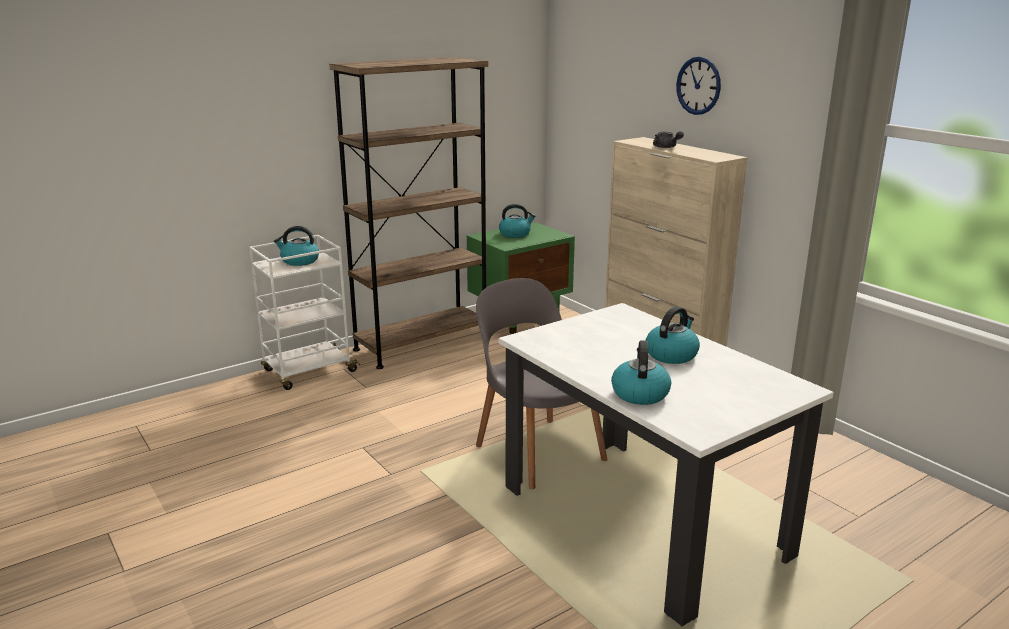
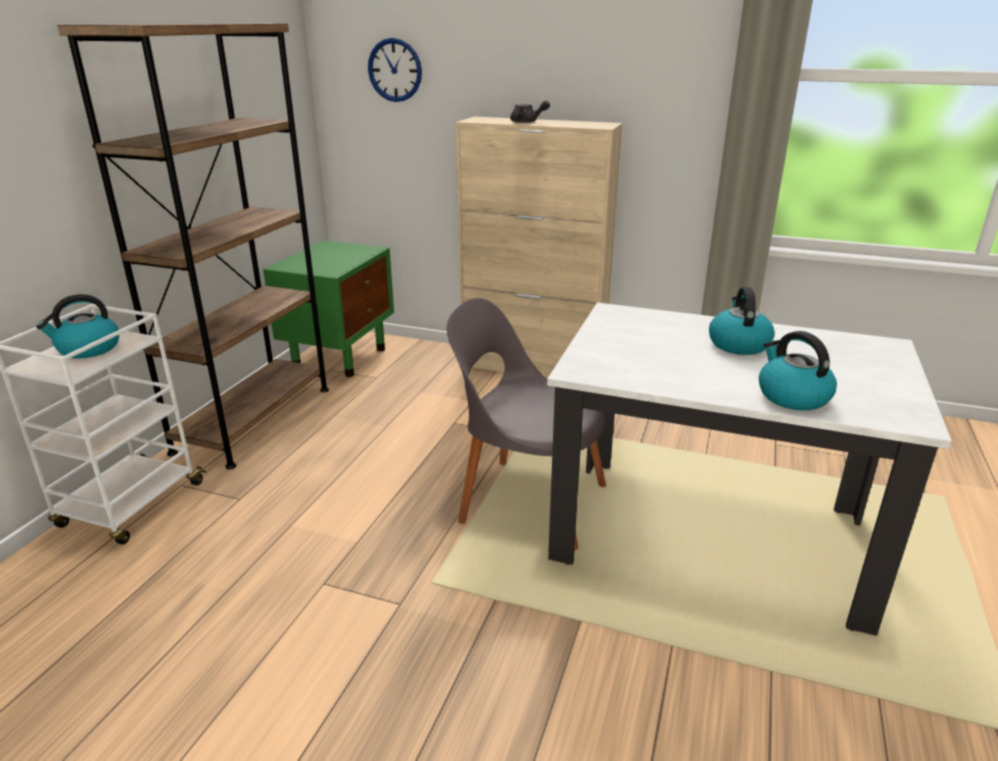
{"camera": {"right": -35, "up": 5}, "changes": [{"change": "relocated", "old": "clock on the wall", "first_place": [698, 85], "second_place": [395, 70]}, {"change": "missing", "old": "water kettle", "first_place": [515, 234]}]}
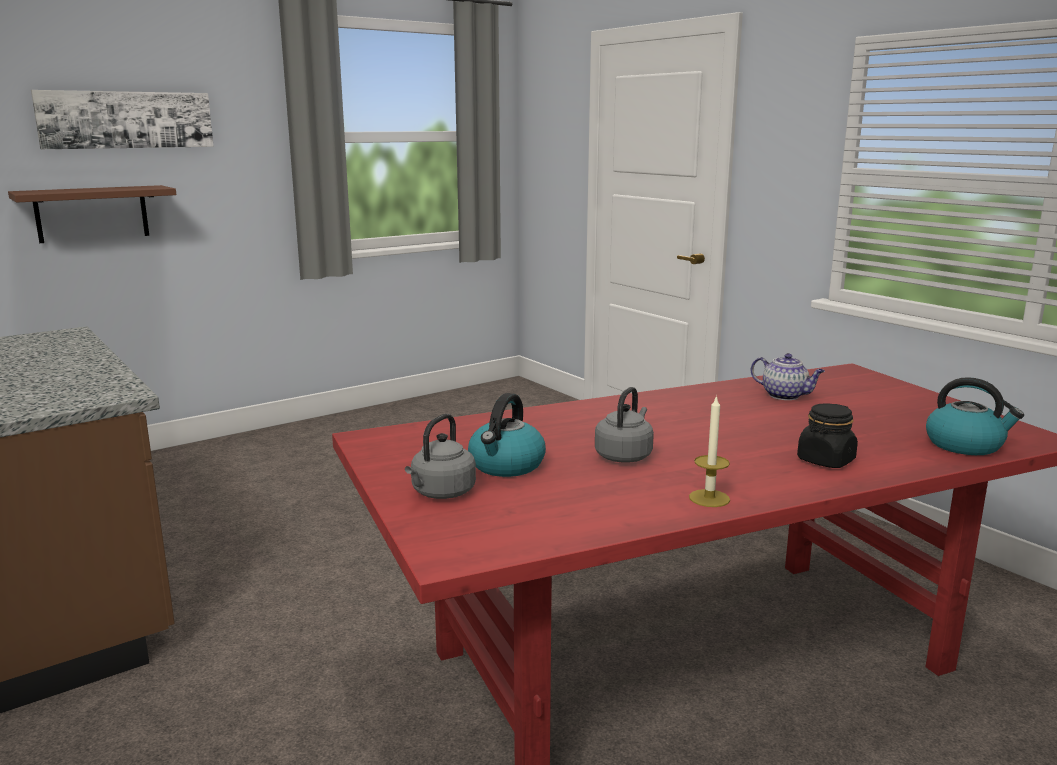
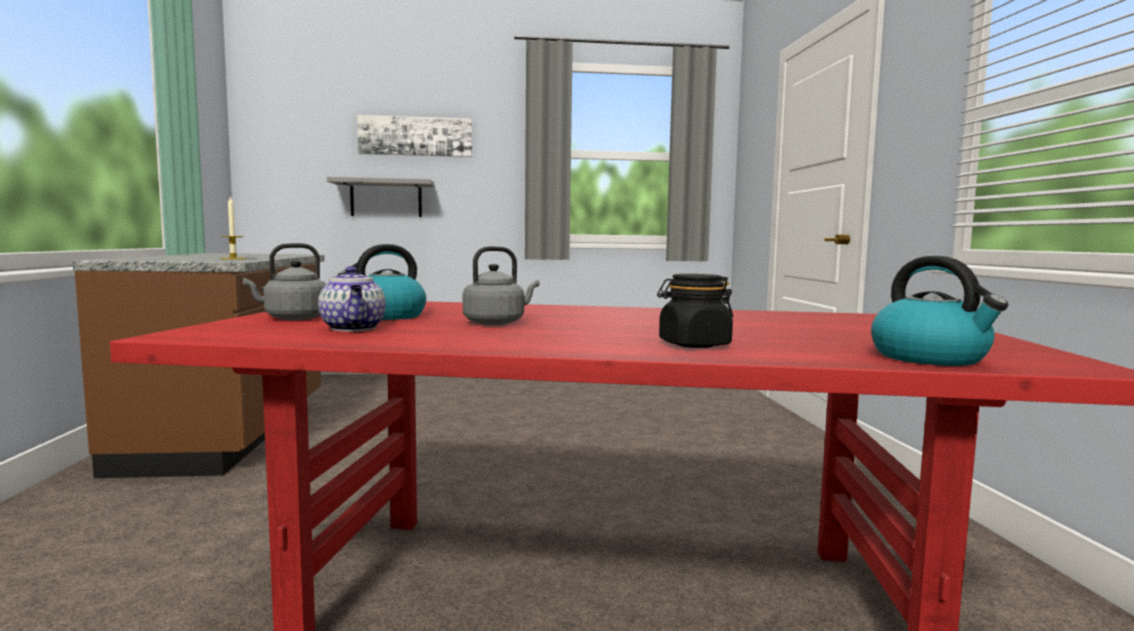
{"camera": {"right": 30, "up": -10}, "changes": [{"change": "colour", "old": "brownish shelf", "new": "grey shelf", "first_place": [92, 213], "second_place": [386, 198]}, {"change": "relocated", "old": "teapot", "first_place": [785, 396], "second_place": [354, 328]}, {"change": "relocated", "old": "wax candle", "first_place": [709, 498], "second_place": [233, 258]}]}
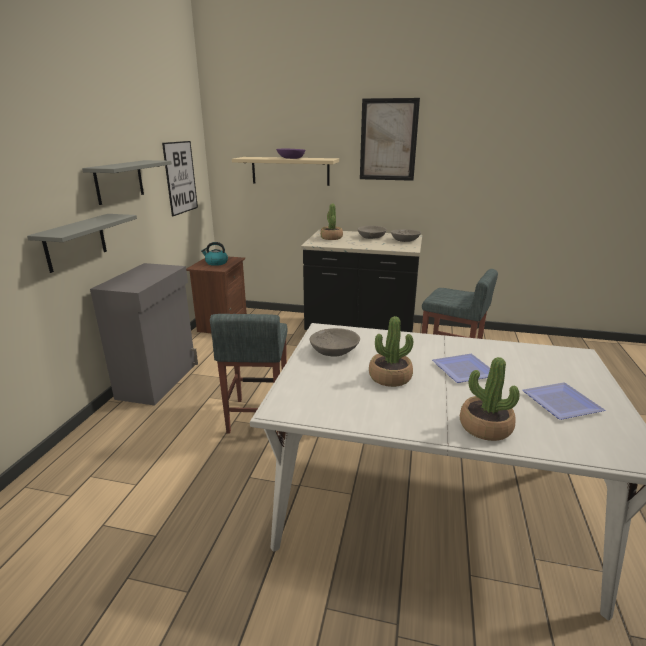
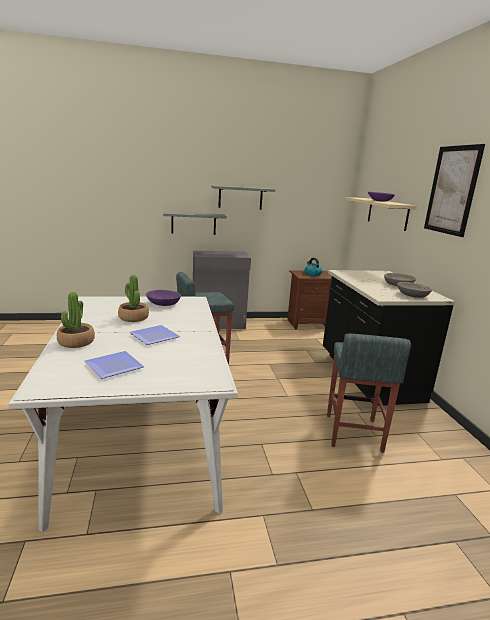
{"camera": {"right": 65, "up": -5}, "changes": [{"change": "missing", "old": "picture", "first_place": [180, 177]}, {"change": "missing", "old": "houseplant", "first_place": [331, 238]}, {"change": "colour", "old": "grey serving bowl", "new": "purple-coloured serving bowl", "first_place": [334, 351], "second_place": [163, 304]}]}
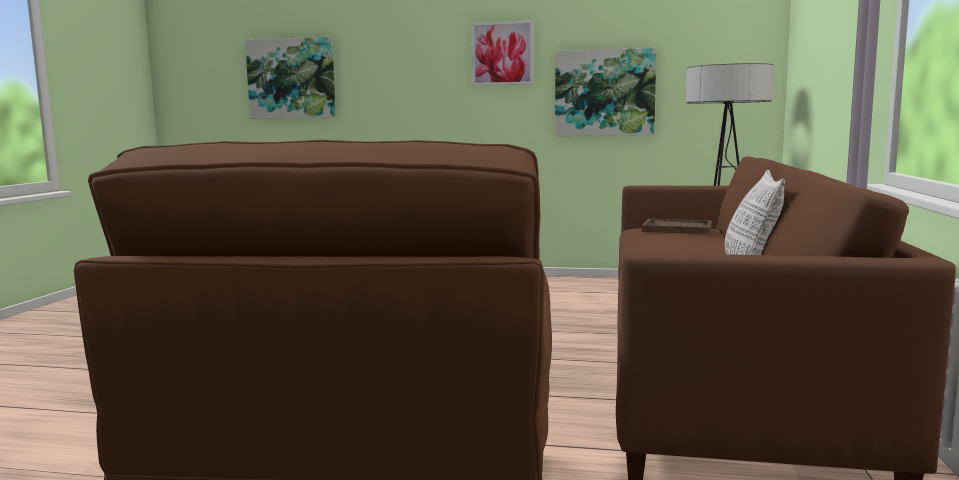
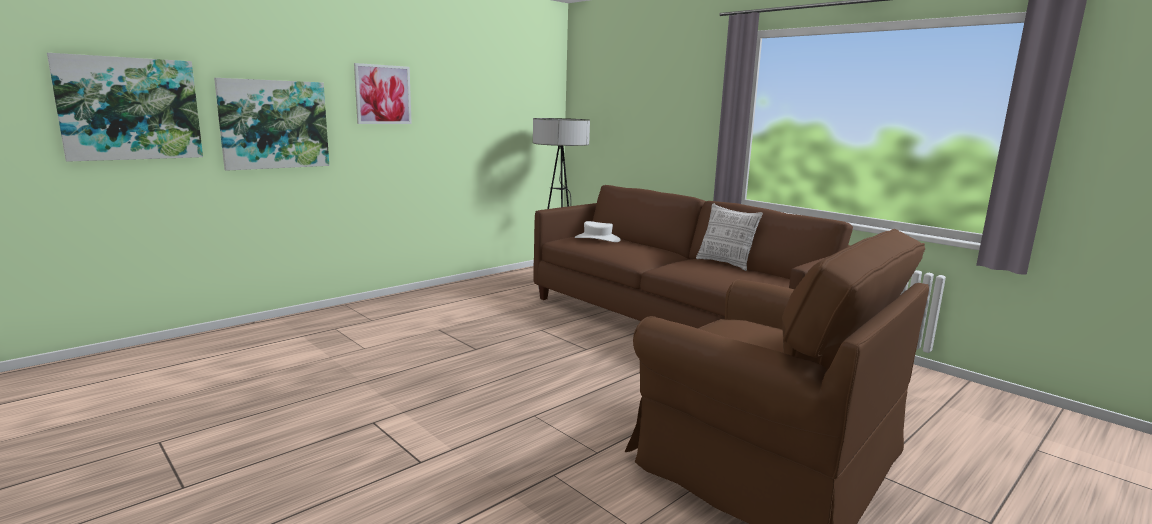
{"camera": {"right": -55, "up": 5}, "changes": [{"change": "relocated", "old": "picture", "first_place": [604, 93], "second_place": [274, 124]}, {"change": "exchanged", "old": "brownish carrying tray", "new": "whitish clothing hat", "first_place": [677, 229], "second_place": [597, 239]}]}
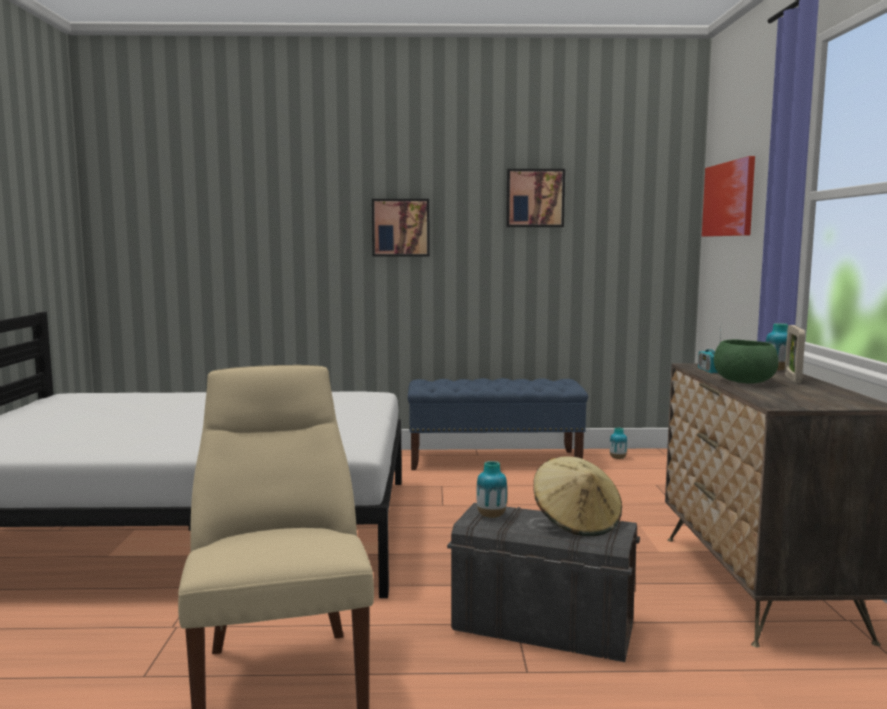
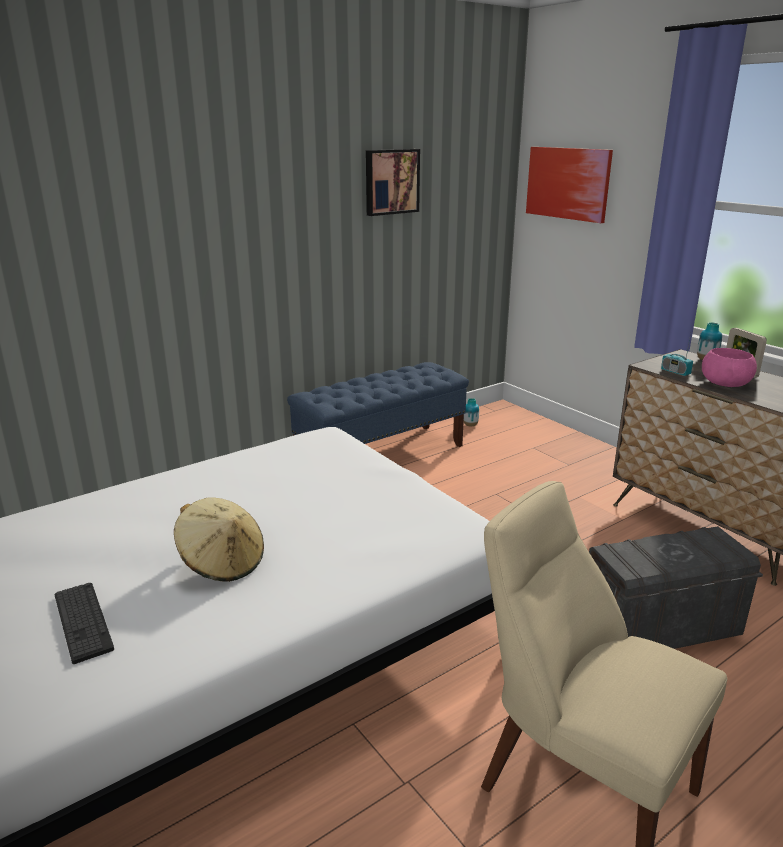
{"camera": {"right": -35, "up": 15}, "changes": [{"change": "missing", "old": "picture", "first_place": [401, 227]}, {"change": "colour", "old": "green-coloured serving bowl", "new": "pink-coloured serving bowl", "first_place": [745, 381], "second_place": [726, 383]}, {"change": "relocated", "old": "sand-coloured clothing hat", "first_place": [576, 523], "second_place": [222, 562]}, {"change": "missing", "old": "flower vase", "first_place": [491, 516]}, {"change": "appeared", "new": "PC keyboard", "second_place": [83, 622]}]}
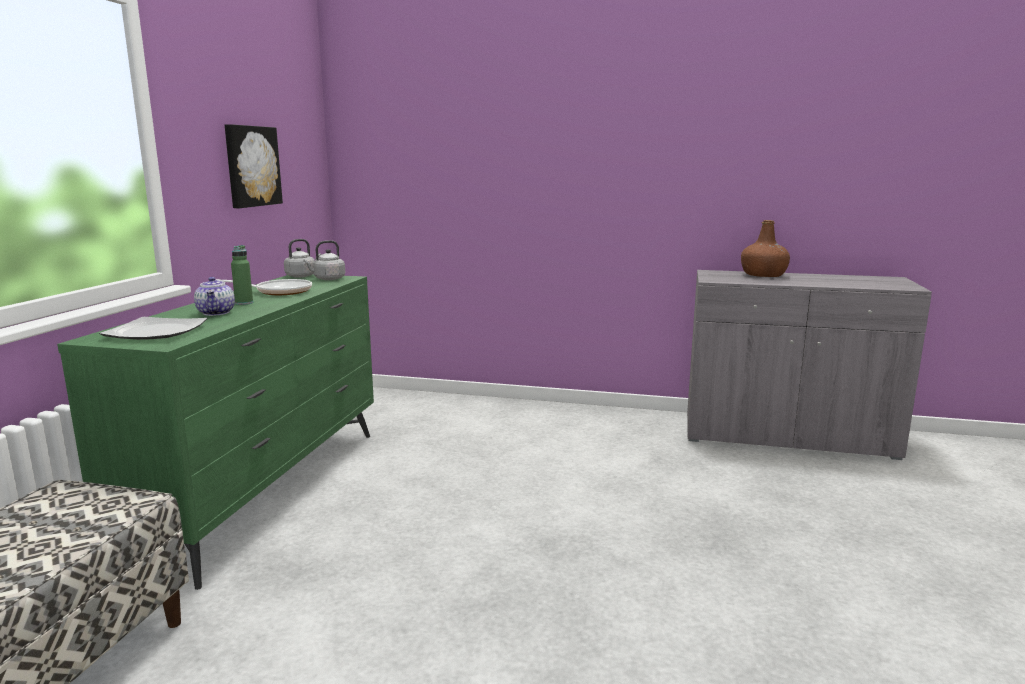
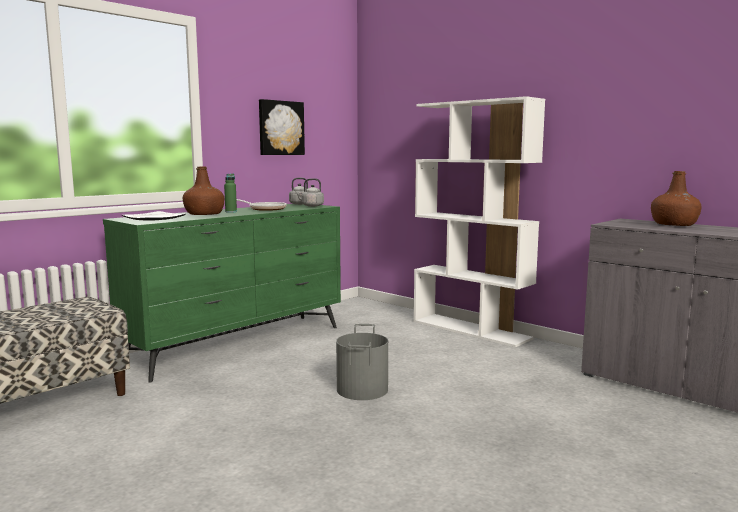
{"camera": {"right": 30, "up": -5}, "changes": [{"change": "exchanged", "old": "teapot", "new": "brownish drink bottle", "first_place": [216, 313], "second_place": [204, 214]}, {"change": "appeared", "new": "whitish bookcase", "second_place": [471, 330]}, {"change": "appeared", "new": "grey water bucket", "second_place": [363, 389]}]}
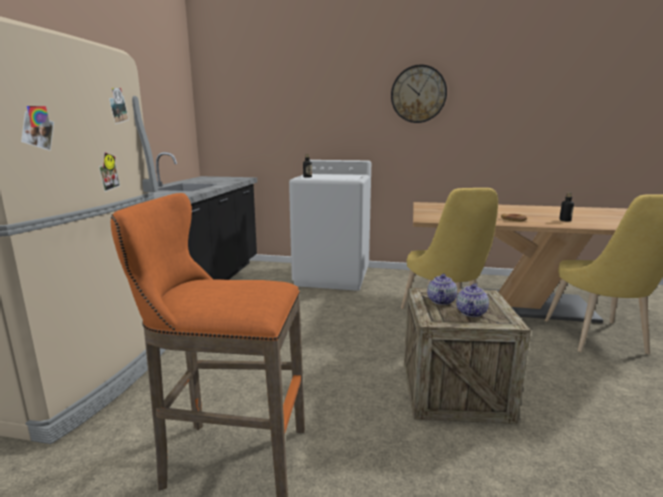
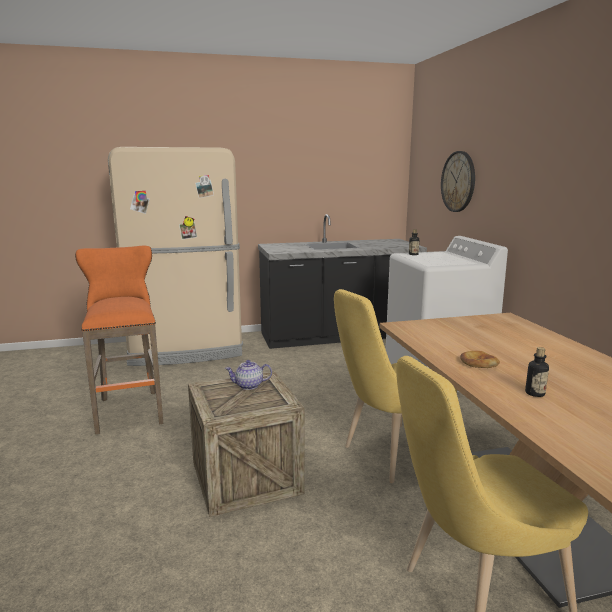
{"camera": {"right": 65, "up": 0}, "changes": [{"change": "relocated", "old": "clock on the wall", "first_place": [418, 94], "second_place": [458, 181]}, {"change": "missing", "old": "teapot", "first_place": [471, 313]}]}
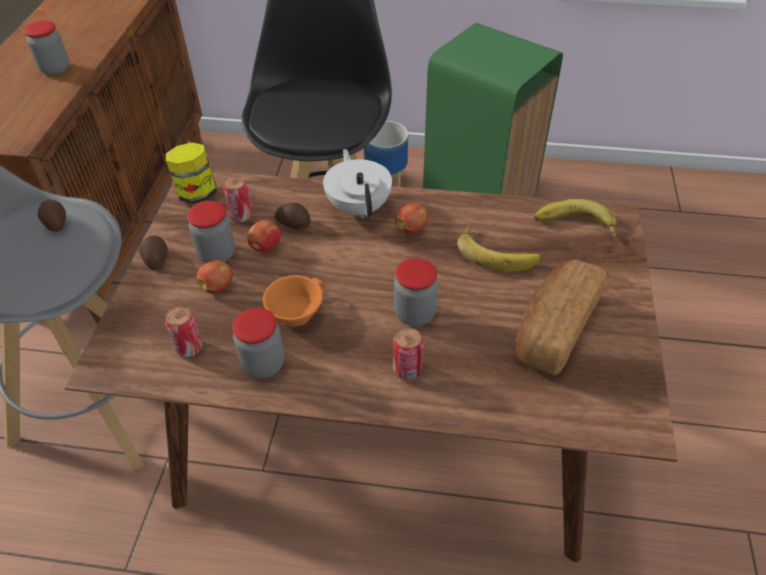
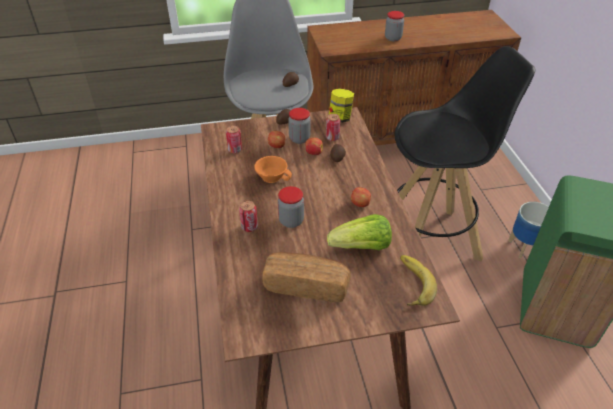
{"camera": {"right": 70, "up": -5}, "changes": [{"change": "missing", "old": "whitish teapot", "first_place": [359, 207]}, {"change": "exchanged", "old": "whole banana", "new": "lettuce", "first_place": [497, 251], "second_place": [362, 247]}, {"change": "missing", "old": "storage jar", "first_place": [263, 364]}]}
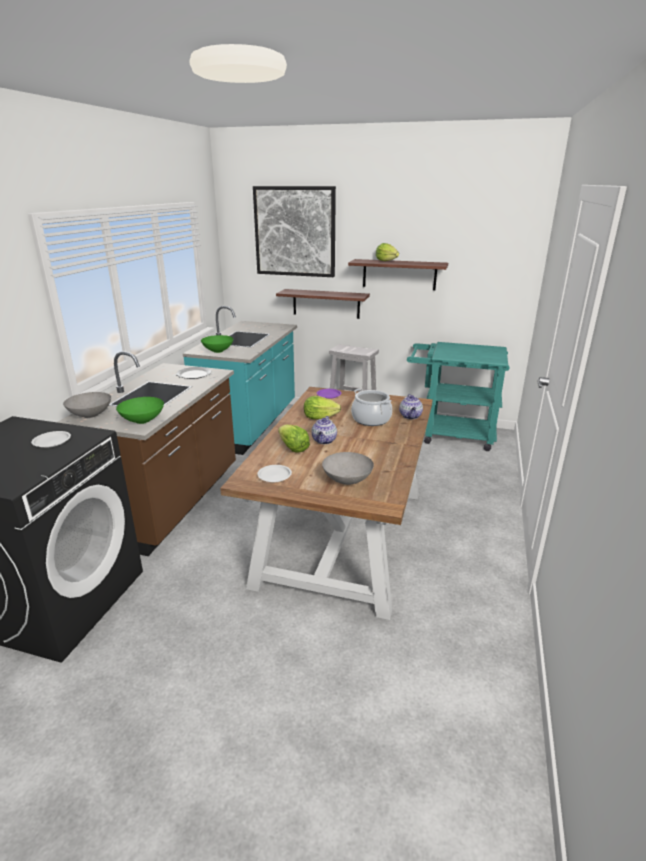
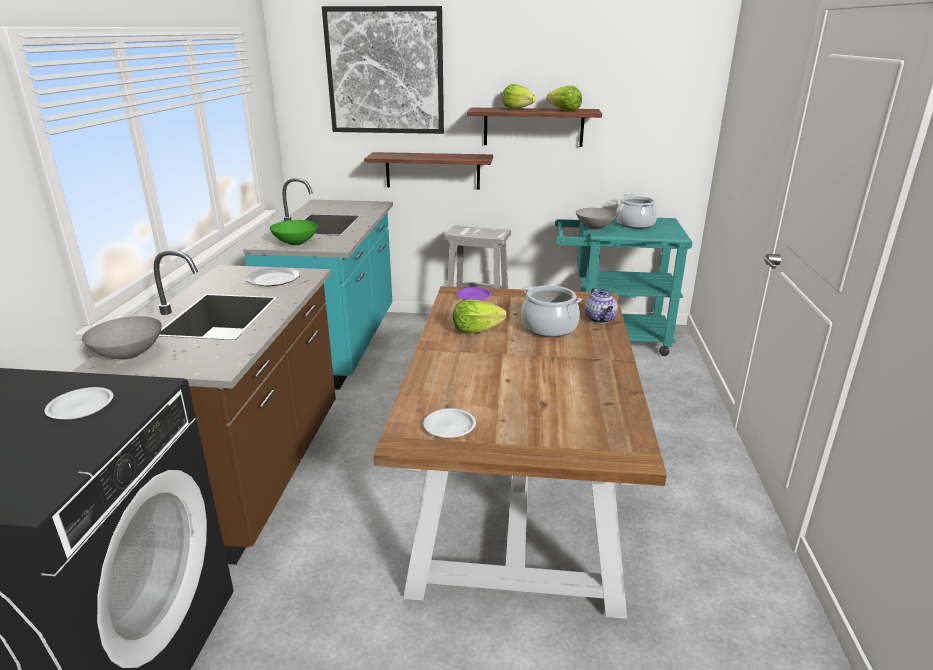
{"camera": {"right": -10, "up": 0}, "changes": [{"change": "missing", "old": "green-coloured serving bowl", "first_place": [143, 421]}, {"change": "missing", "old": "teapot", "first_place": [324, 441]}, {"change": "relocated", "old": "lettuce", "first_place": [293, 448], "second_place": [564, 110]}, {"change": "relocated", "old": "grey serving bowl", "first_place": [346, 481], "second_place": [594, 228]}, {"change": "appeared", "new": "saucepot", "second_place": [635, 224]}]}
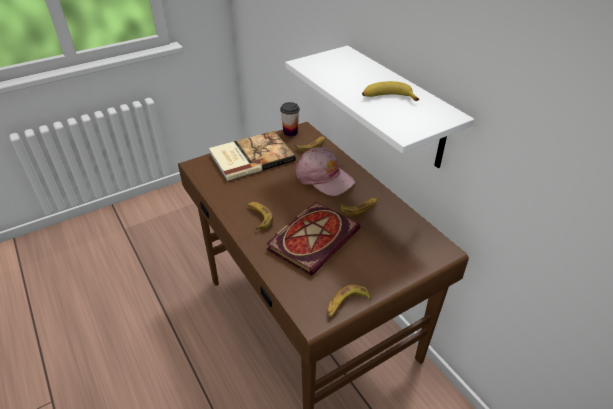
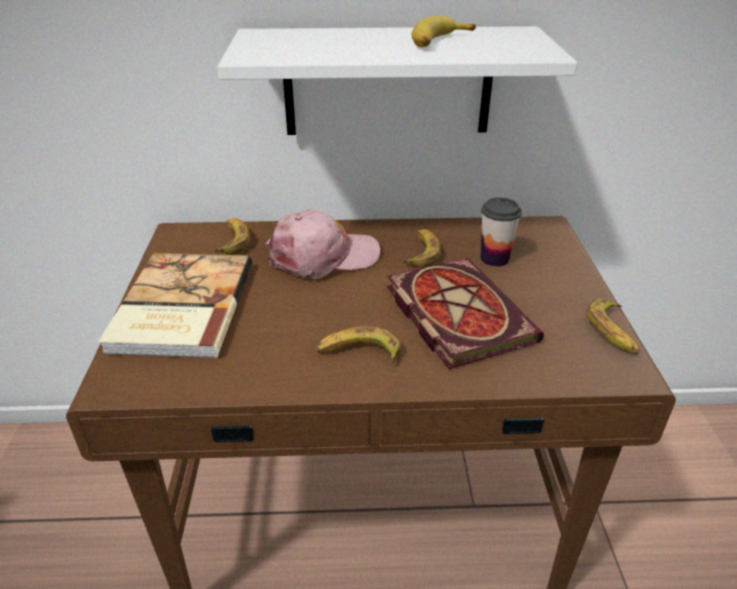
{"camera": {"right": -60, "up": -5}, "changes": [{"change": "relocated", "old": "cup", "first_place": [290, 132], "second_place": [494, 258]}]}
